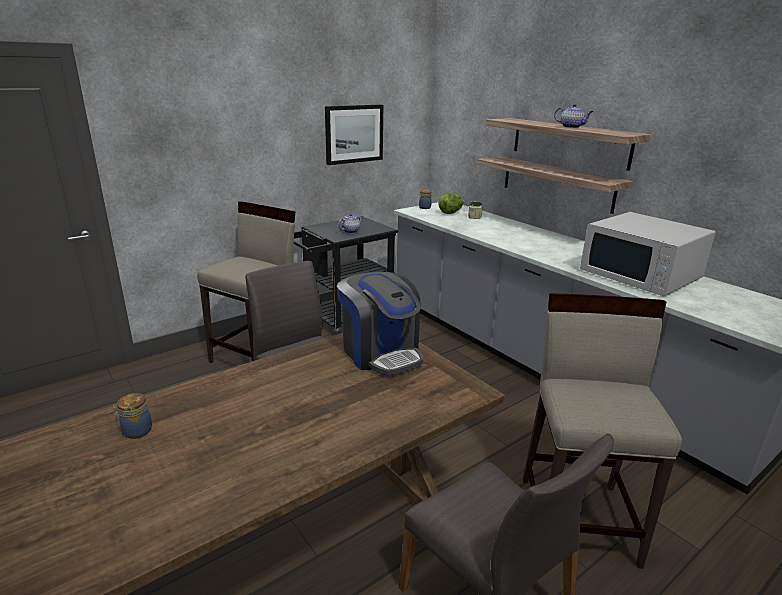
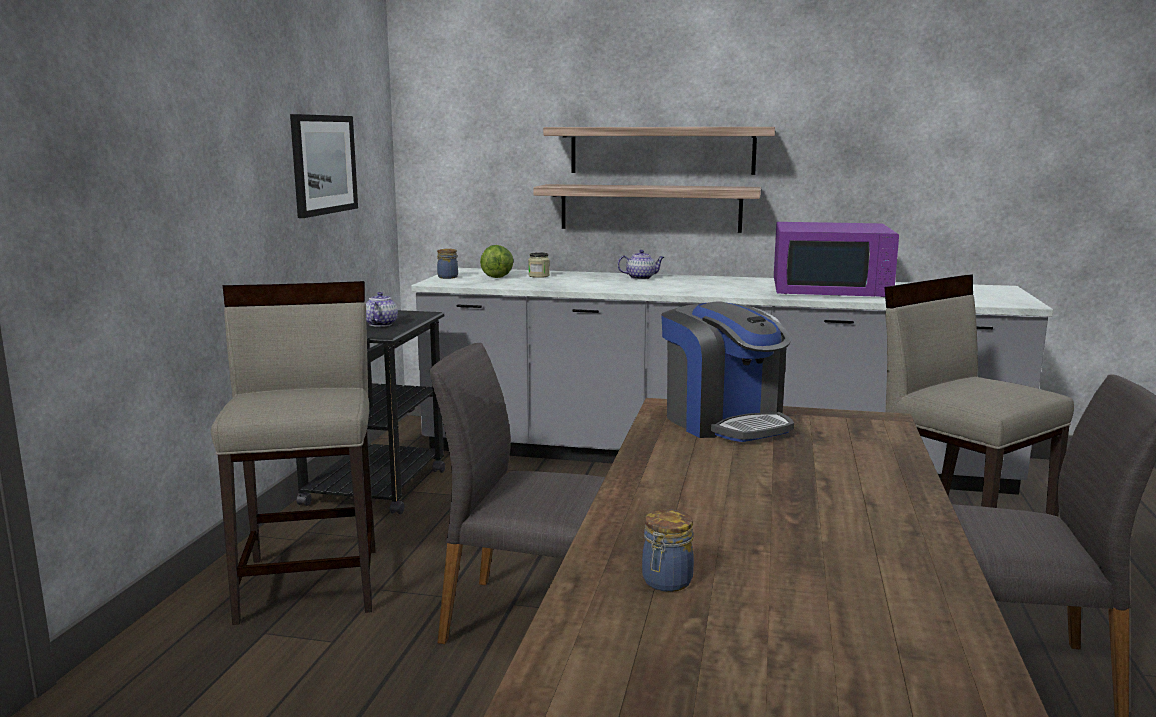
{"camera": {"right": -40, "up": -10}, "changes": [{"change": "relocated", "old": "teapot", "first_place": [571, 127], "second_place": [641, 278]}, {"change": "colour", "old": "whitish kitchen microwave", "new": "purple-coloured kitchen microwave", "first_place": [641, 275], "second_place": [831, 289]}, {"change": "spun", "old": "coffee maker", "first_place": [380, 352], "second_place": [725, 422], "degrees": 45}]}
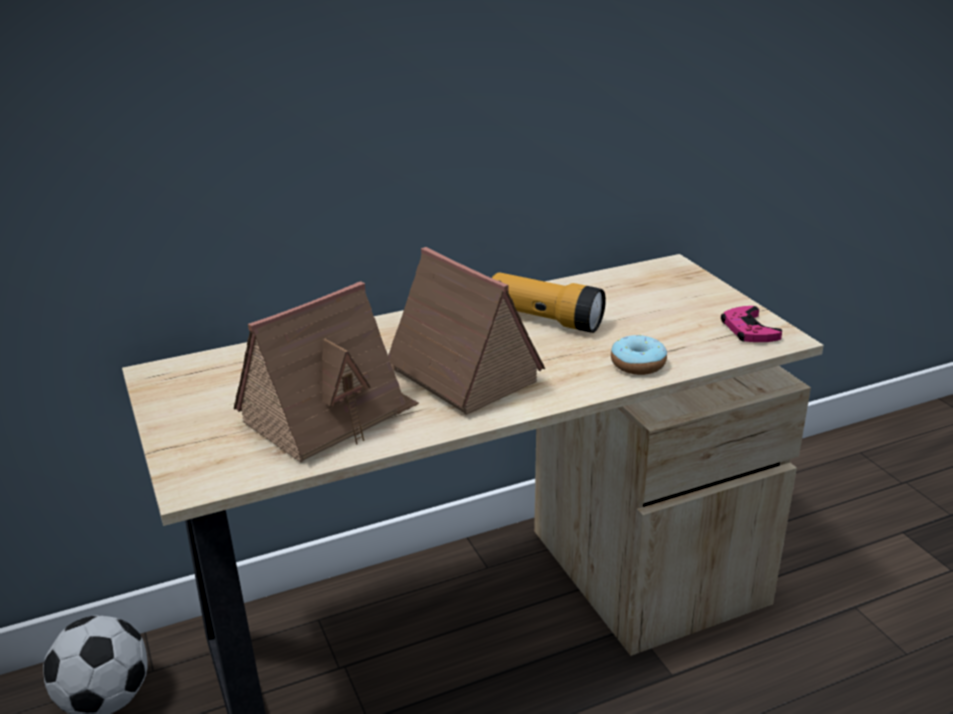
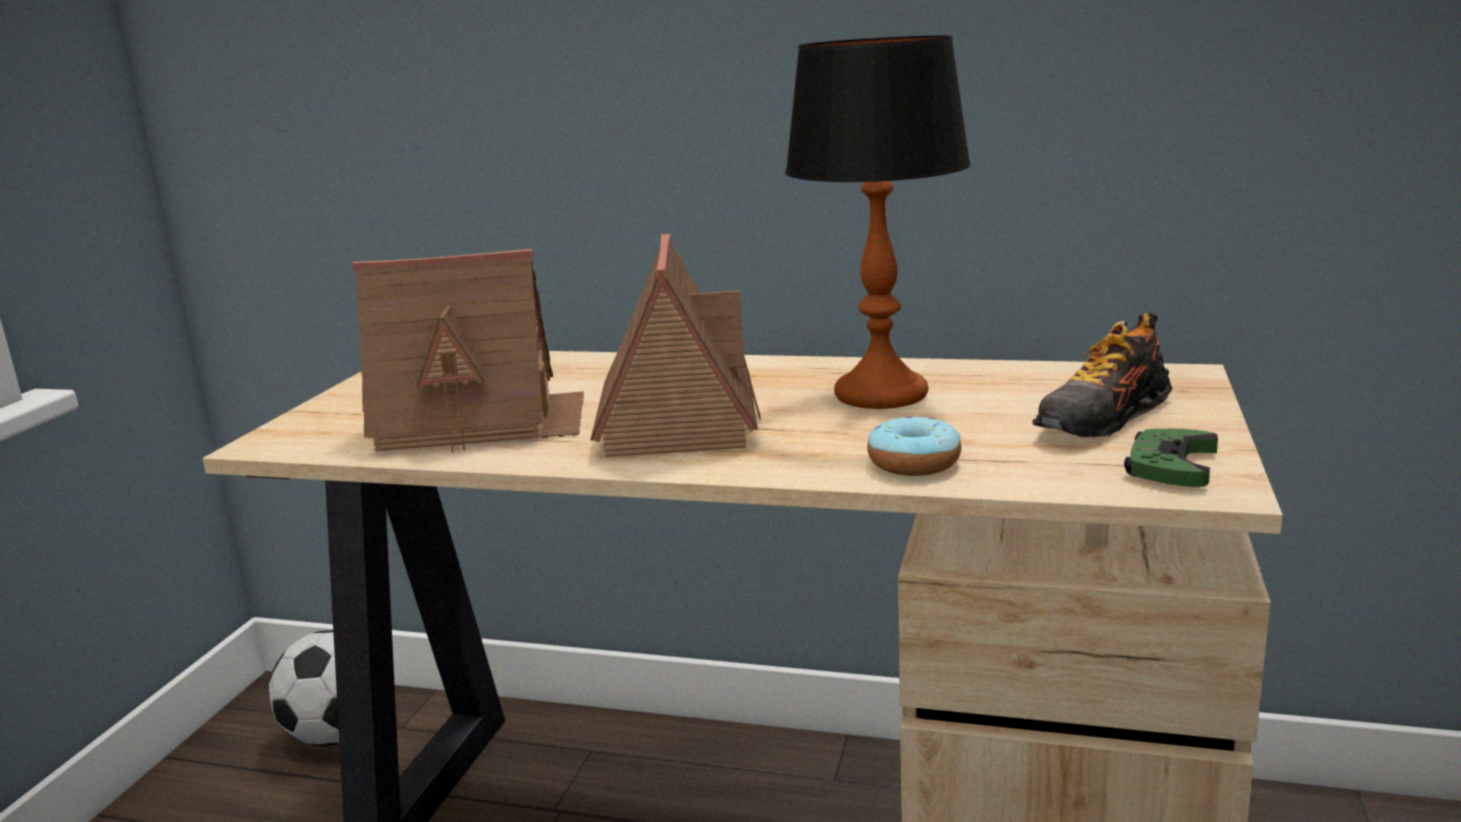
{"camera": {"right": 40, "up": -10}, "changes": [{"change": "exchanged", "old": "hand torch", "new": "lamp for a table", "first_place": [545, 319], "second_place": [881, 393]}, {"change": "colour", "old": "pink-coloured joypad", "new": "green-coloured joypad", "first_place": [748, 330], "second_place": [1170, 466]}, {"change": "appeared", "new": "low shoe", "second_place": [1103, 419]}]}
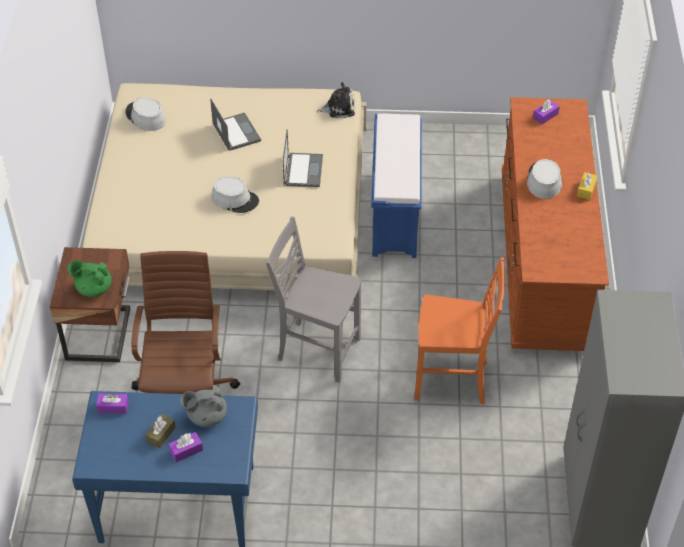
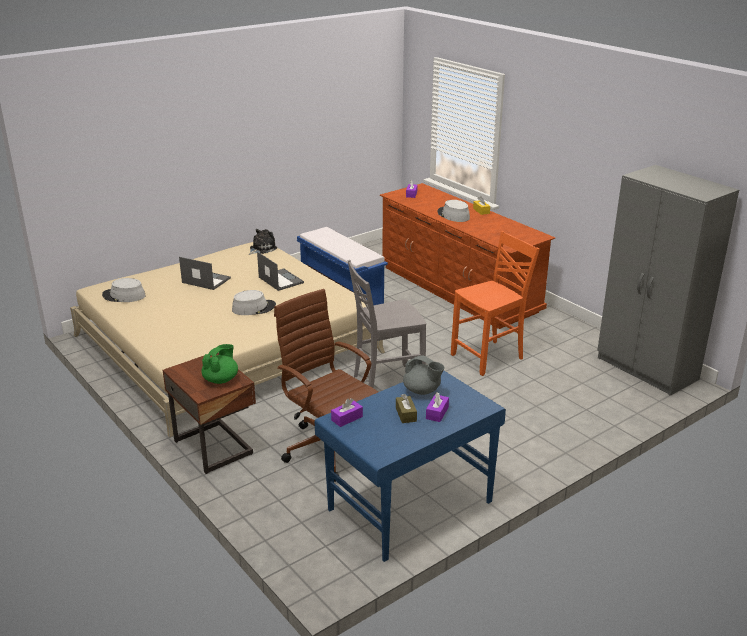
{"camera": {"right": -40, "up": -20}, "changes": [{"change": "spun", "old": "green-coloured teapot", "first_place": [93, 288], "second_place": [221, 379], "degrees": 150}, {"change": "spun", "old": "grey teapot", "first_place": [206, 416], "second_place": [422, 391], "degrees": -90}]}
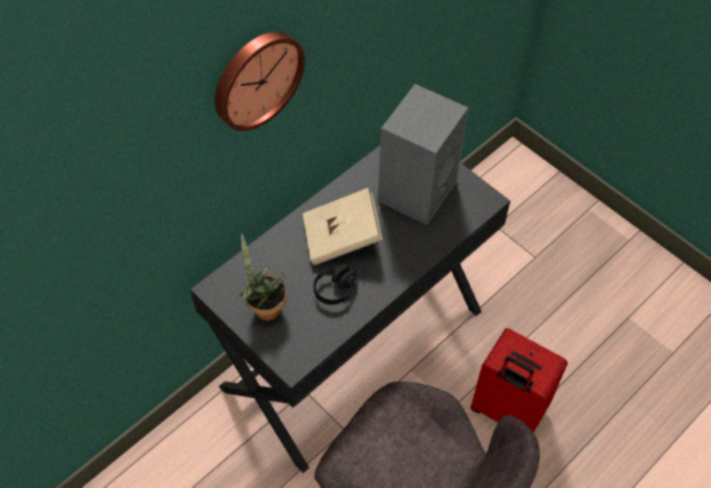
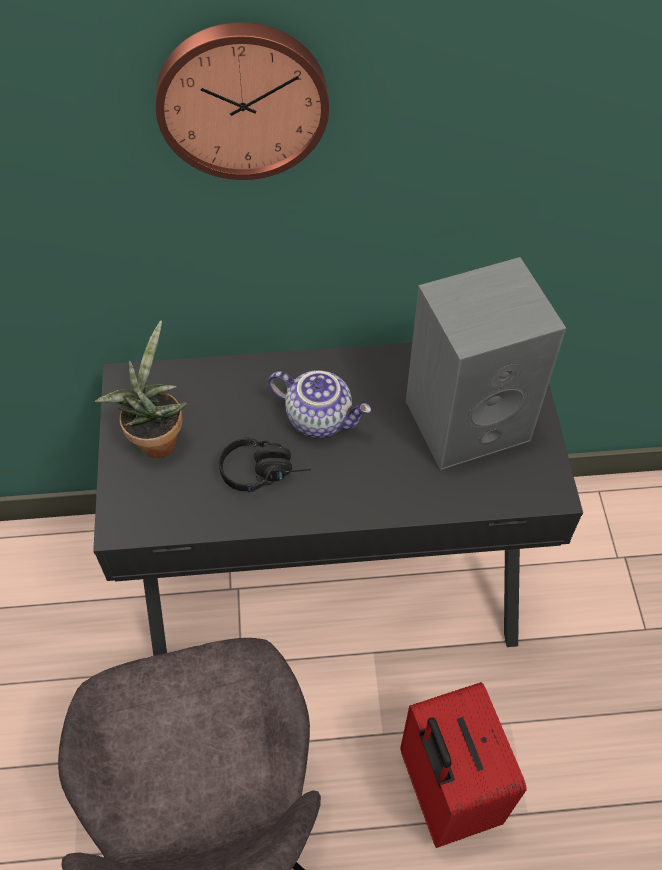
{"camera": {"right": 40, "up": 0}, "changes": [{"change": "exchanged", "old": "sand-coloured bound book", "new": "teapot", "first_place": [341, 238], "second_place": [320, 417]}]}
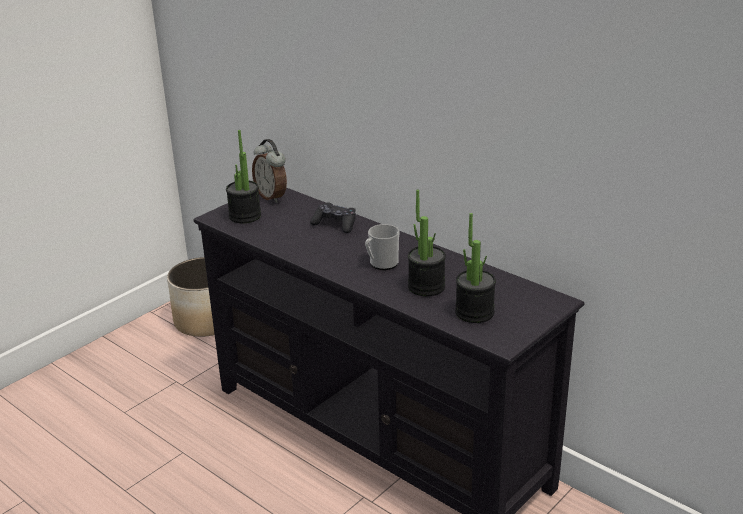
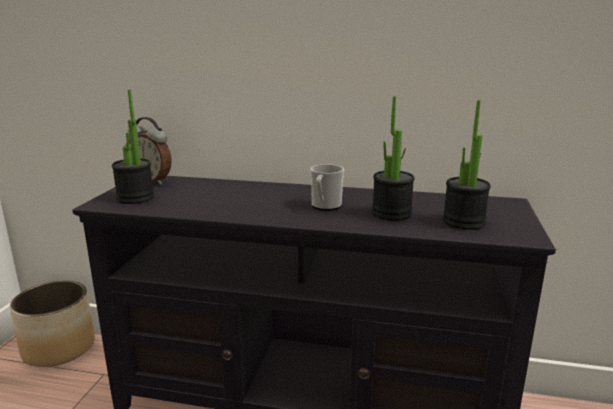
{"camera": {"right": -30, "up": -10}, "changes": [{"change": "missing", "old": "black joypad", "first_place": [335, 224]}]}
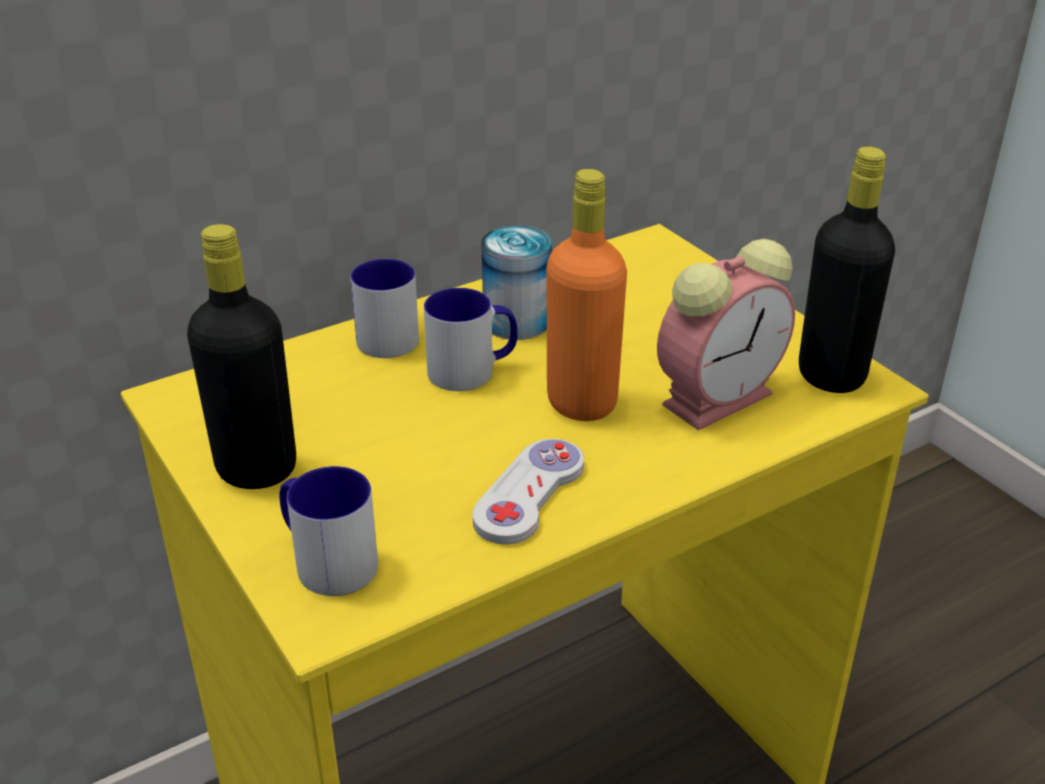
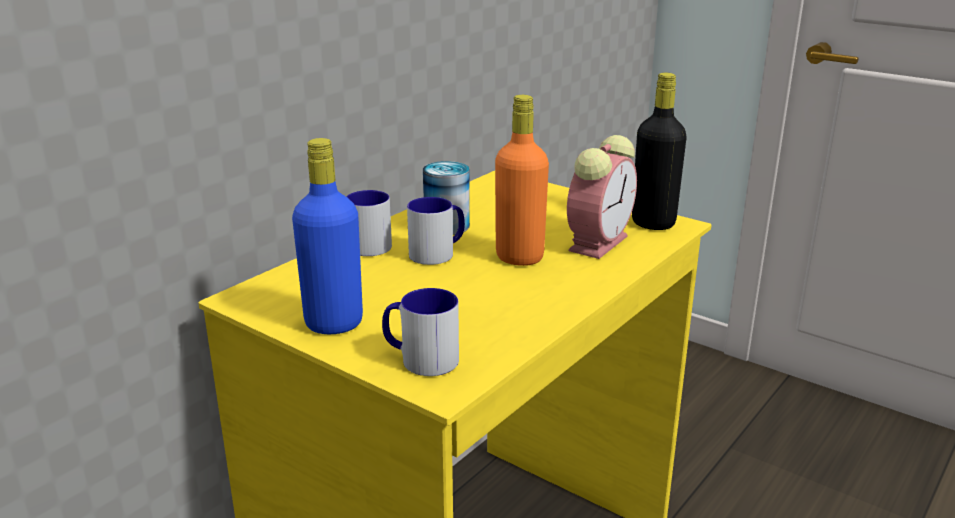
{"camera": {"right": -20, "up": -10}, "changes": [{"change": "colour", "old": "black drink bottle", "new": "blue drink bottle", "first_place": [257, 469], "second_place": [334, 323]}, {"change": "missing", "old": "whitish joypad", "first_place": [529, 493]}]}
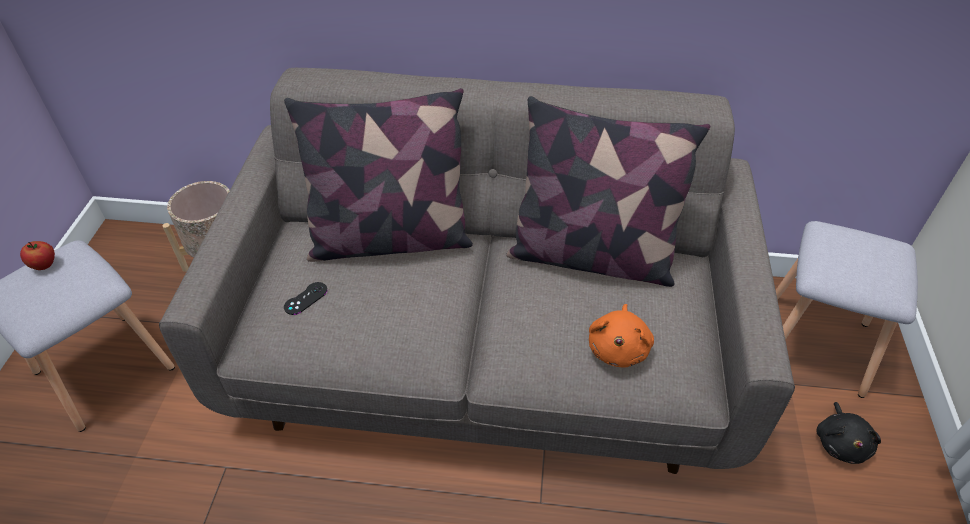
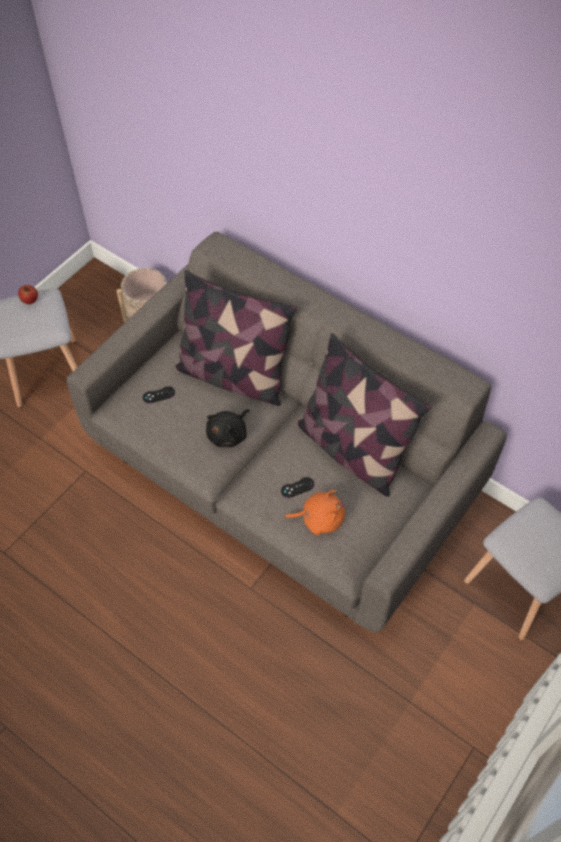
{"camera": {"right": 30, "up": 10}, "changes": [{"change": "spun", "old": "orange soft toy", "first_place": [618, 348], "second_place": [319, 519], "degrees": -135}, {"change": "relocated", "old": "black soft toy", "first_place": [841, 443], "second_place": [229, 434]}, {"change": "appeared", "new": "black joypad", "second_place": [297, 487]}]}
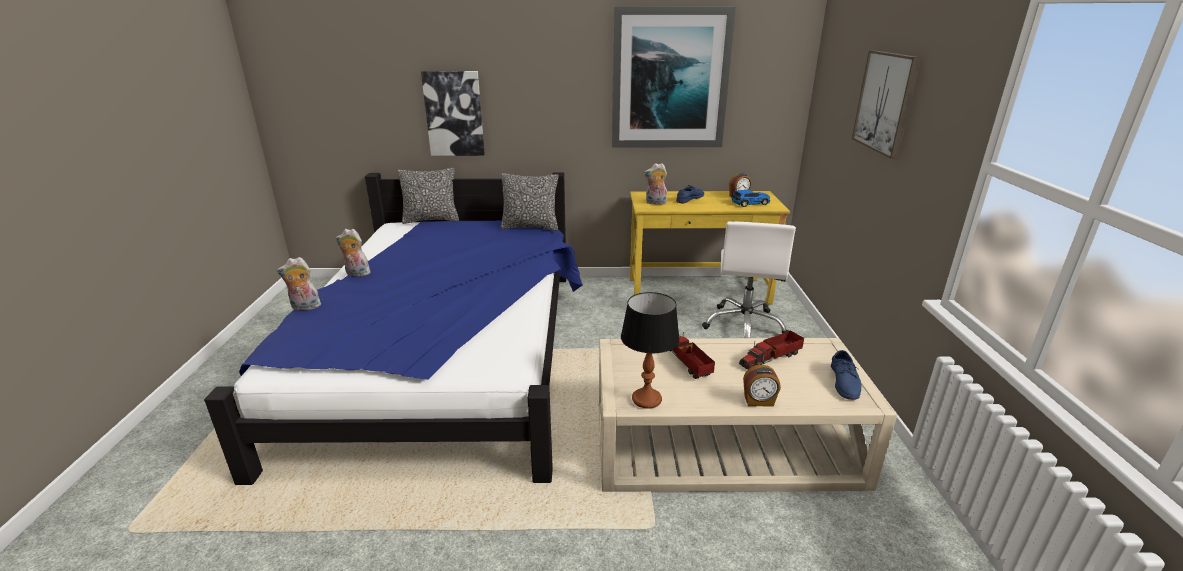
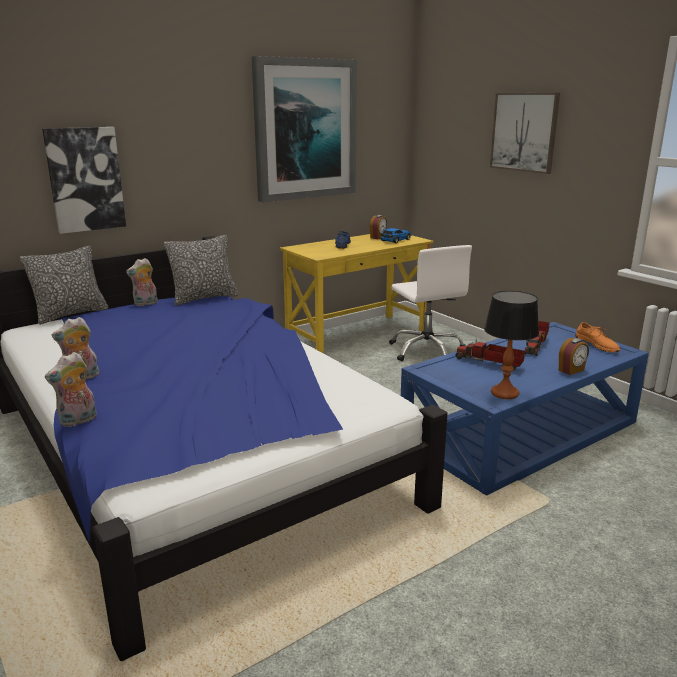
{"camera": {"right": -35, "up": -5}, "changes": [{"change": "relocated", "old": "soft toy", "first_place": [655, 203], "second_place": [145, 304]}, {"change": "colour", "old": "sand-coloured coffee table", "new": "blue coffee table", "first_place": [723, 443], "second_place": [519, 431]}, {"change": "colour", "old": "blue low shoe", "new": "orange low shoe", "first_place": [845, 381], "second_place": [597, 344]}]}
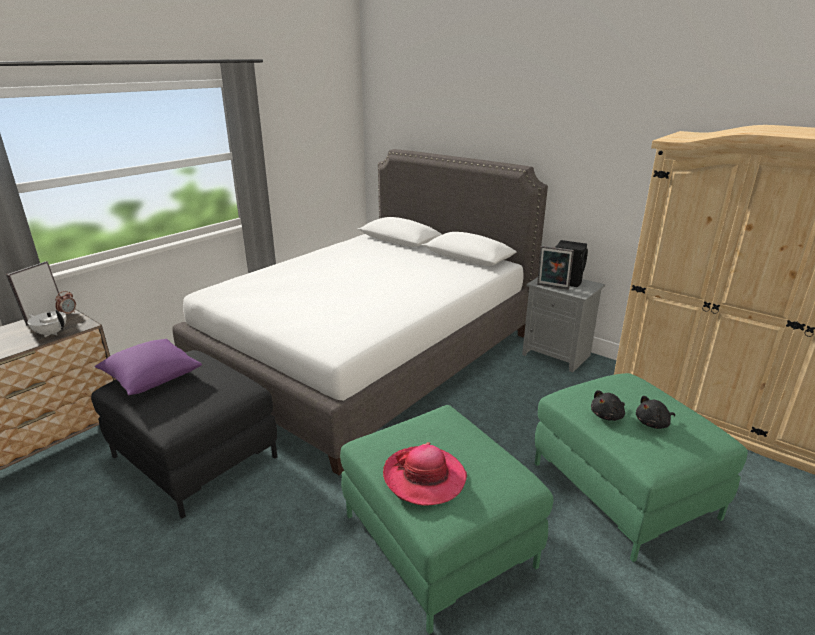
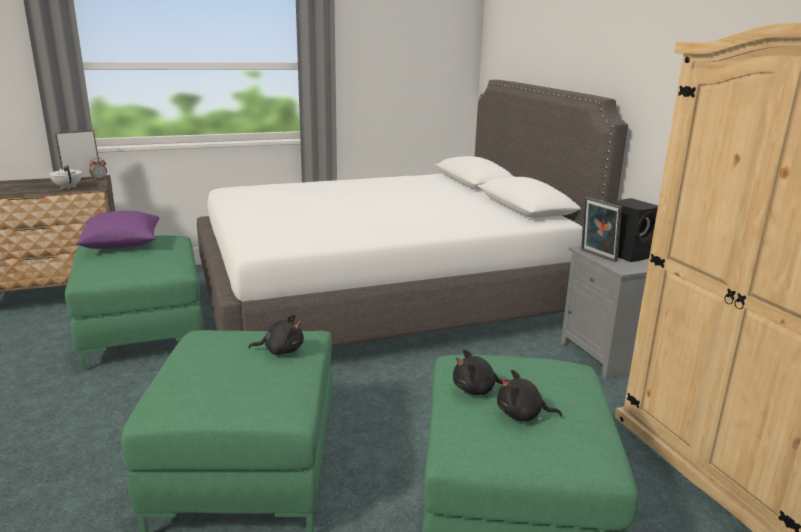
{"camera": {"right": 30, "up": -5}, "changes": [{"change": "colour", "old": "black pouffe", "new": "green-coloured pouffe", "first_place": [195, 457], "second_place": [144, 333]}, {"change": "missing", "old": "clothing hat", "first_place": [424, 477]}, {"change": "appeared", "new": "black soft toy", "second_place": [281, 350]}]}
